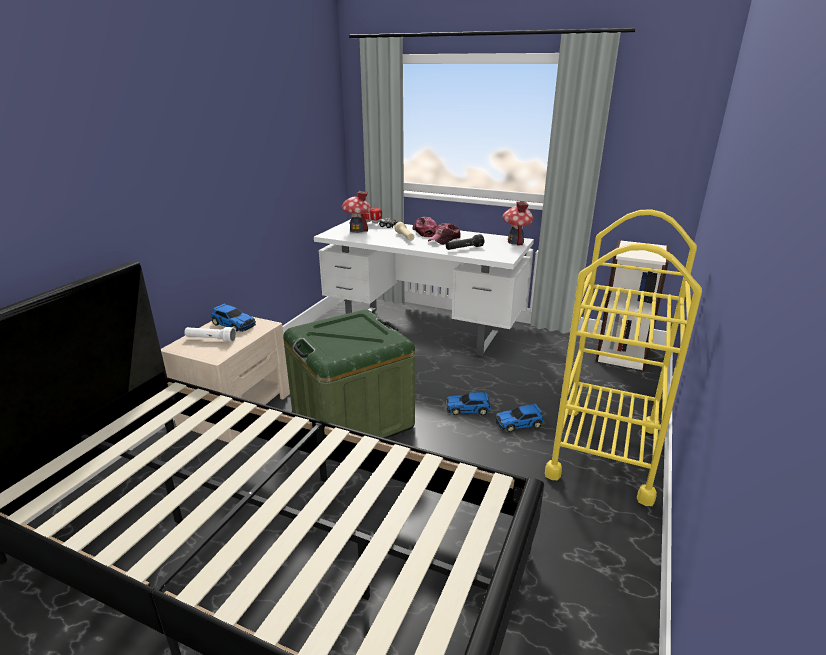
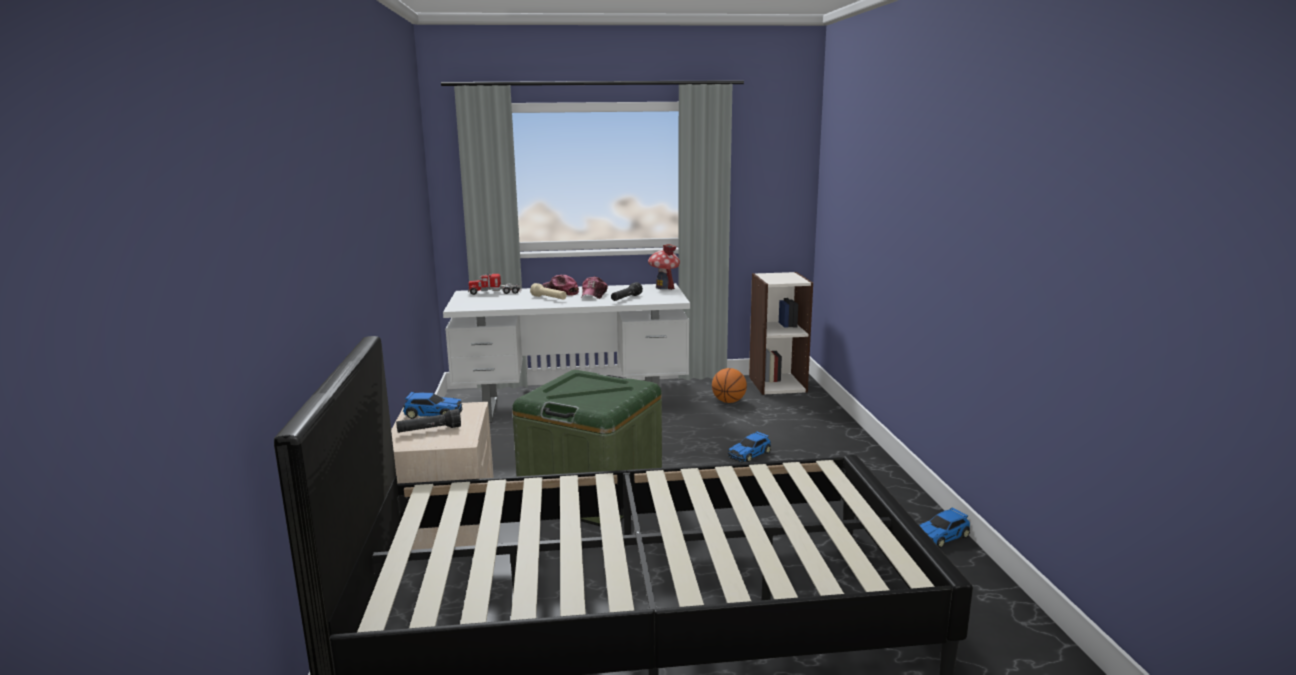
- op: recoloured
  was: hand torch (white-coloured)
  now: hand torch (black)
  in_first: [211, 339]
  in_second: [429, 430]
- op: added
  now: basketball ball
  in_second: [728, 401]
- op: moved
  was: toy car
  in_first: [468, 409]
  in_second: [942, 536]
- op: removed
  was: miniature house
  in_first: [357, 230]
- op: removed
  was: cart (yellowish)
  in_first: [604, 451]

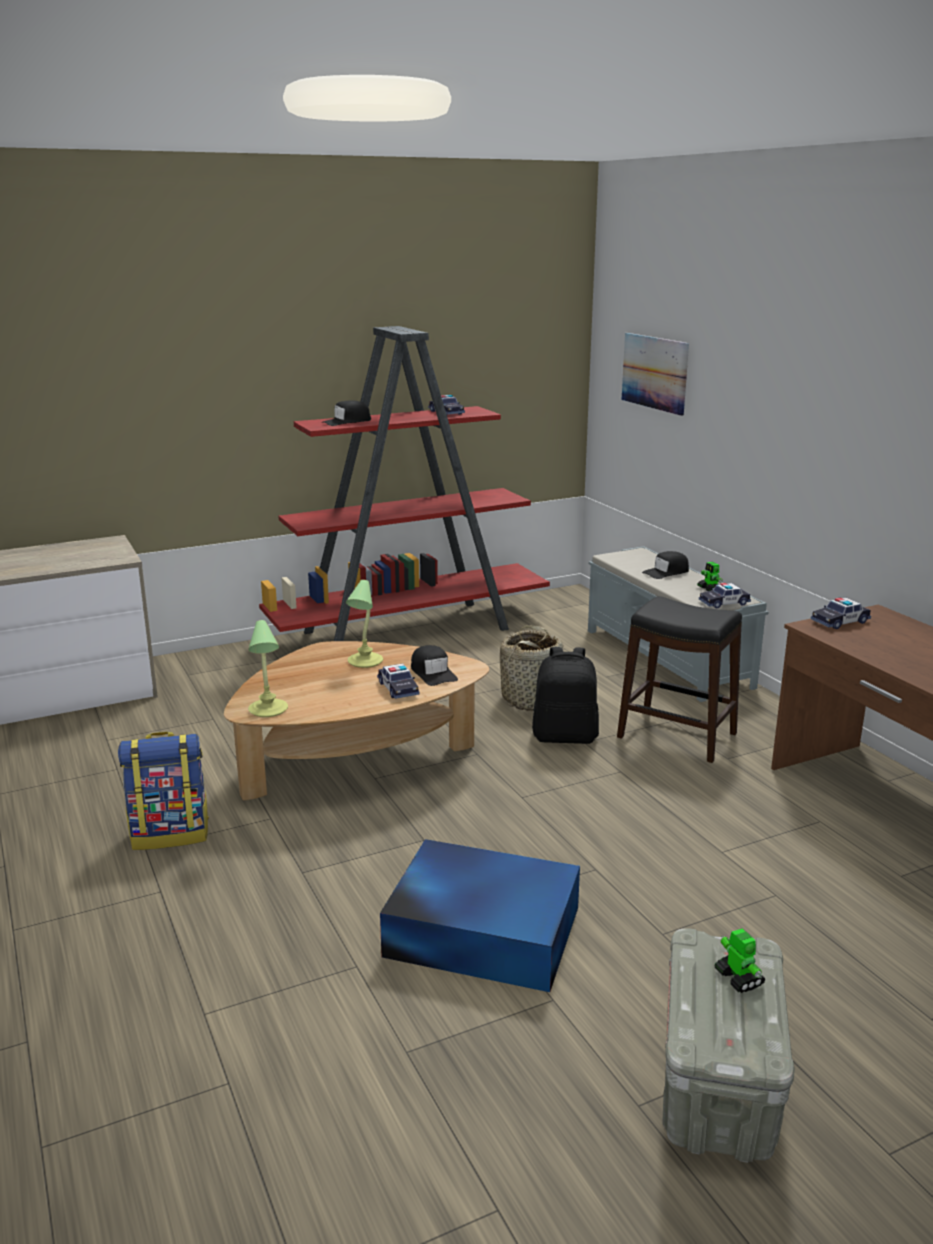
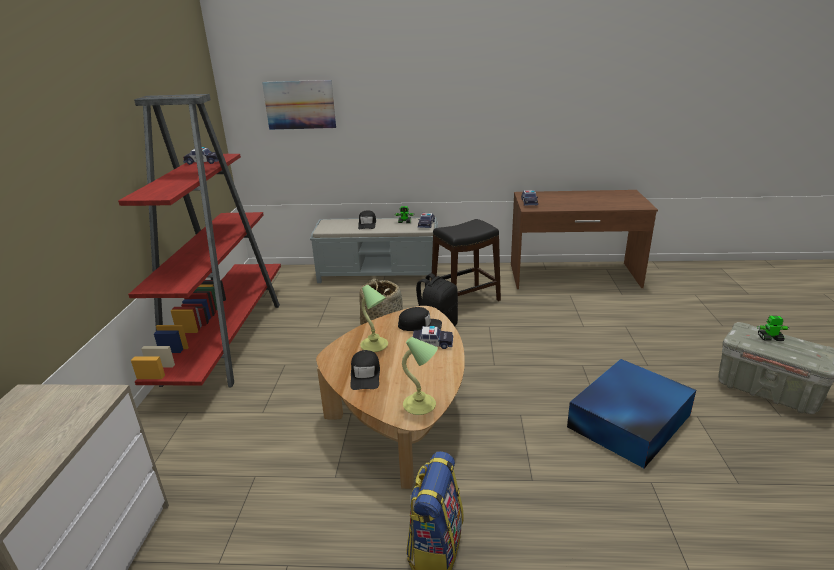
- op: moved
  was: peaked cap (black)
  in_first: [347, 422]
  in_second: [365, 375]

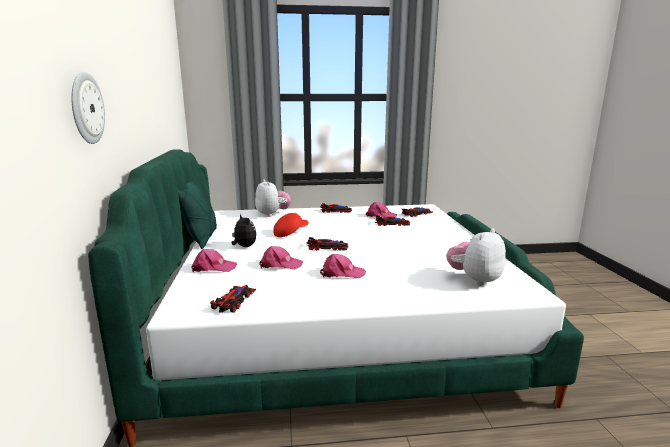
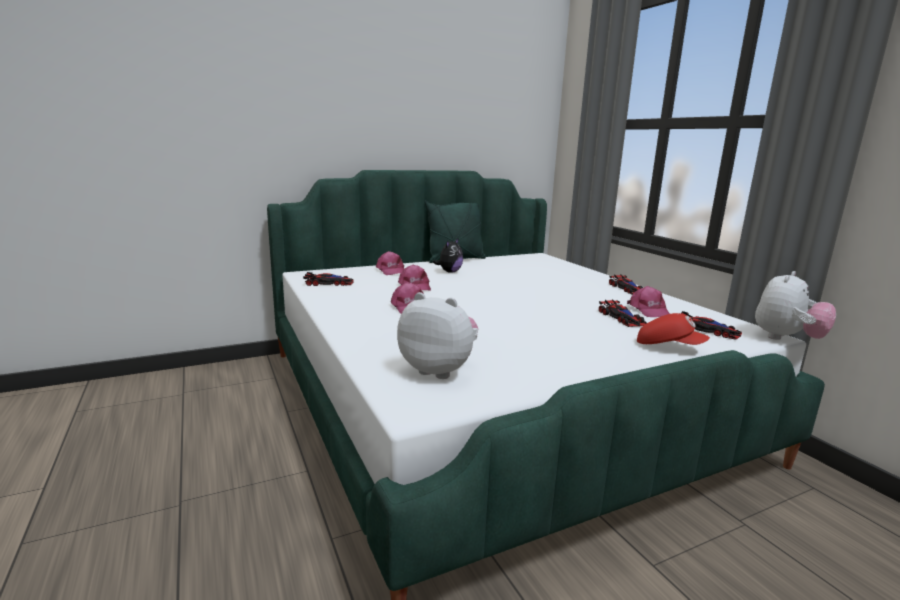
- op: moved
  was: peaked cap (reddish)
  in_first: [290, 233]
  in_second: [668, 346]
- op: moved
  was: plush toy
  in_first: [272, 214]
  in_second: [786, 338]
- op: removed
  was: wall clock
  in_first: [86, 108]
- op: removed
  was: toy car
  in_first: [327, 247]

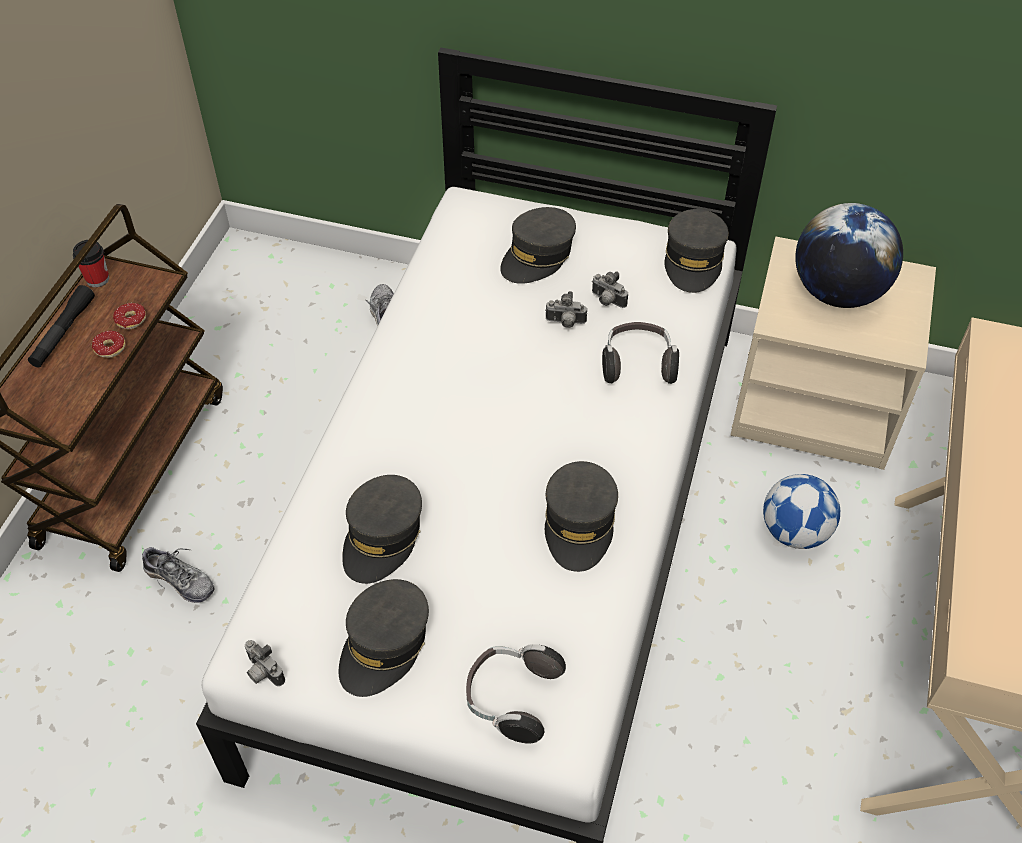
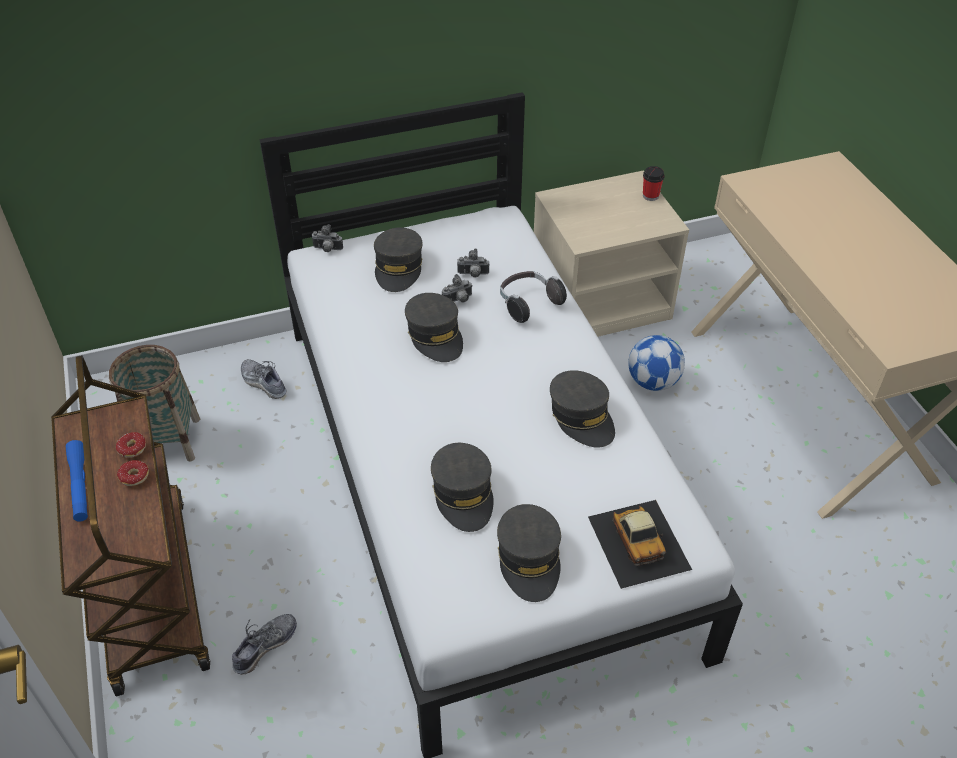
- op: recoloured
  was: hand torch (black)
  now: hand torch (blue)
  in_first: [63, 332]
  in_second: [80, 485]
- op: added
  now: storage basket
  in_second: [167, 440]
- op: turned
  was: shoe
  in_first: [180, 580]
  in_second: [265, 646]
  clockwise: -45
- op: moved
  was: photo camera
  in_first: [262, 672]
  in_second: [327, 249]
- op: moved
  was: peaked cap (grey)
  in_first: [694, 260]
  in_second: [435, 335]
- op: replaced
  was: headset
  now: toy car
  in_first: [511, 698]
  in_second: [639, 542]
- op: moved
  was: drinking cup
  in_first: [97, 279]
  in_second: [650, 196]
- op: removed
  was: world globe
  in_first: [837, 293]

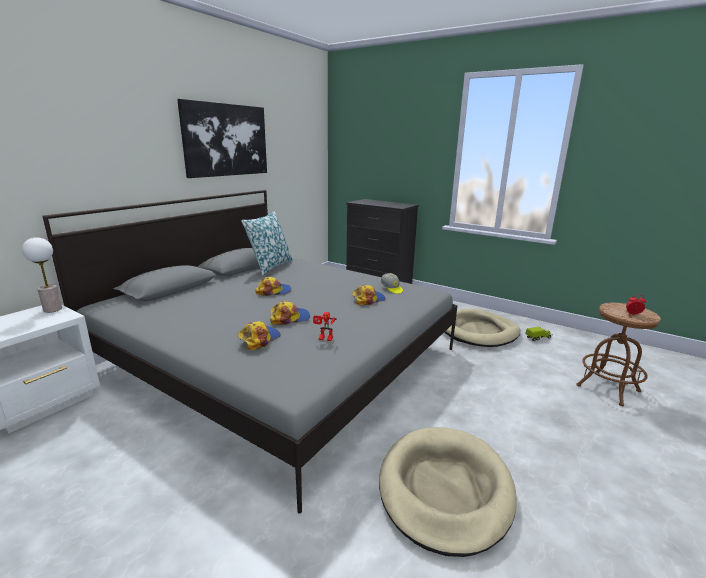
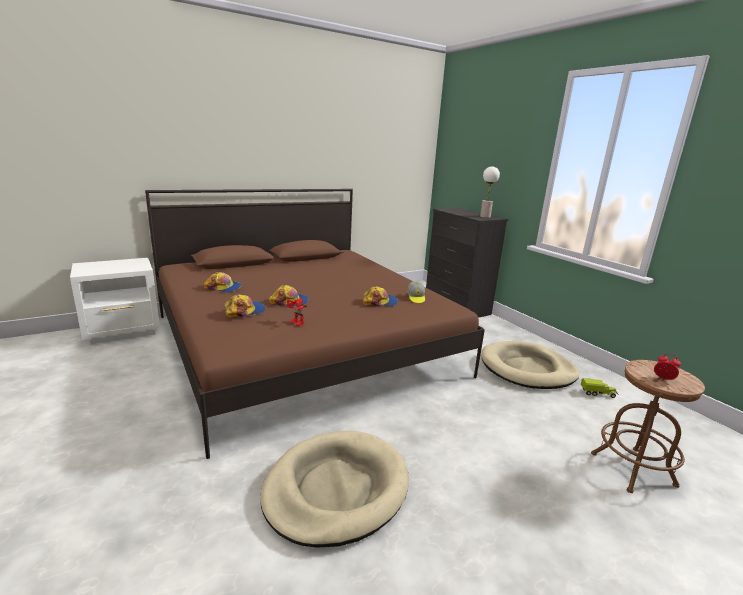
- op: recoloured
  was: bedroom bed (grey)
  now: bedroom bed (brownish)
  in_first: [279, 359]
  in_second: [303, 344]
- op: moved
  was: peaked cap
  in_first: [274, 291]
  in_second: [223, 288]
- op: moved
  was: tabletop lamp
  in_first: [52, 309]
  in_second: [485, 217]
- op: removed
  was: wall art
  in_first: [226, 140]
- op: removed
  was: throw pillow
  in_first: [270, 266]

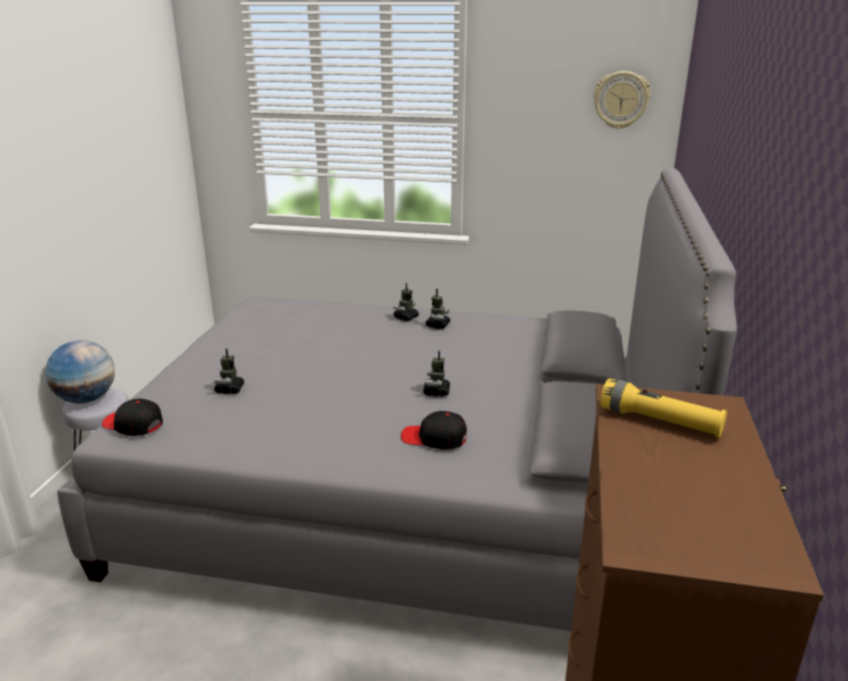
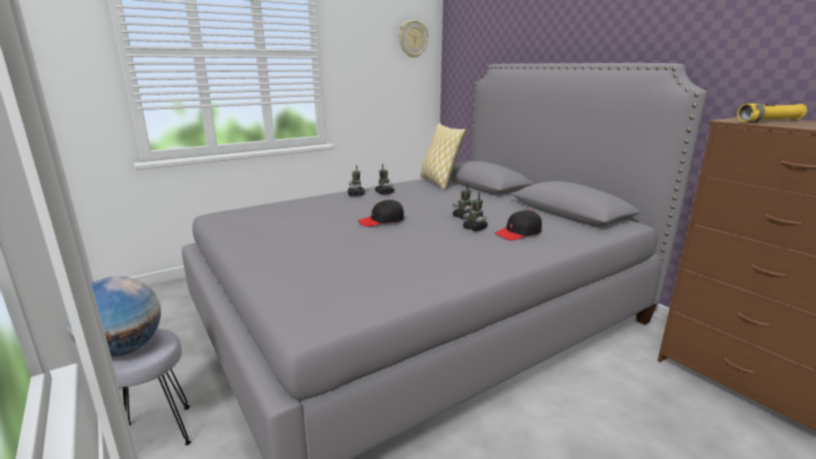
- op: moved
  was: peaked cap (black)
  in_first: [133, 425]
  in_second: [382, 221]
- op: added
  now: throw pillow
  in_second: [439, 182]
- op: moved
  was: toy robot
  in_first: [230, 390]
  in_second: [475, 228]

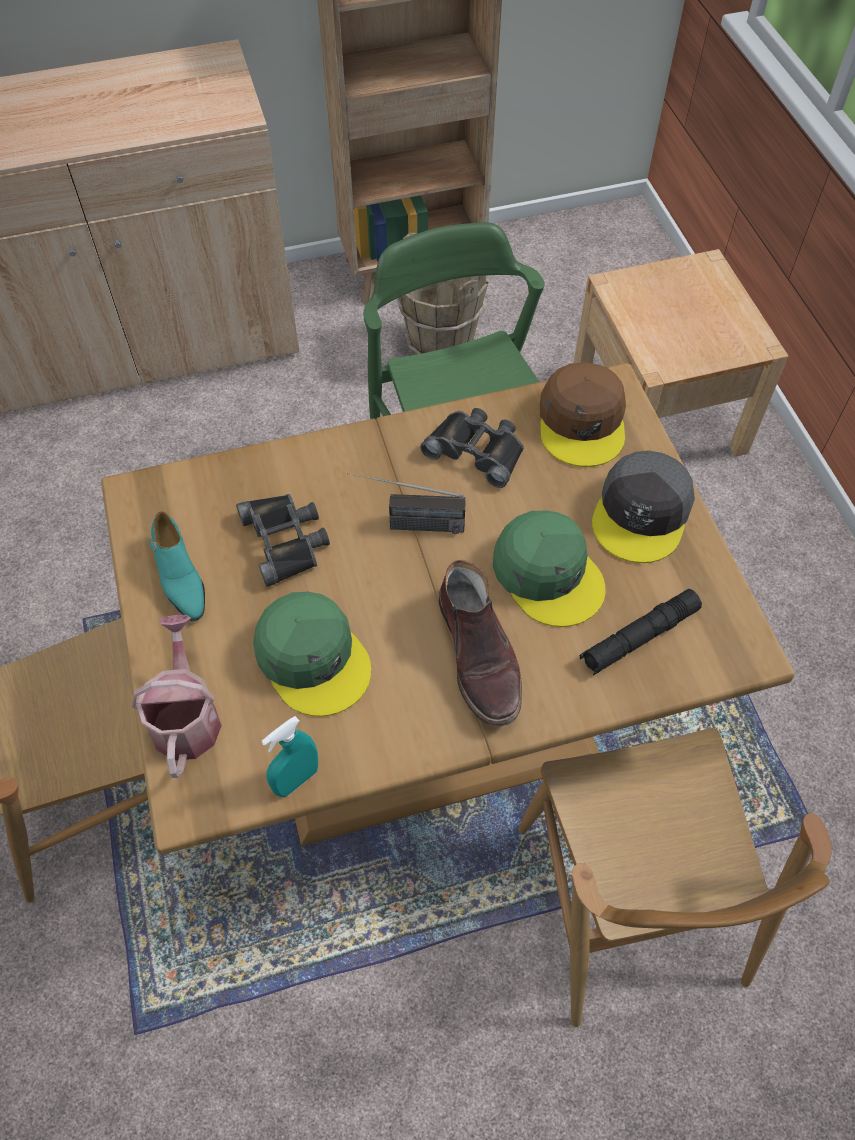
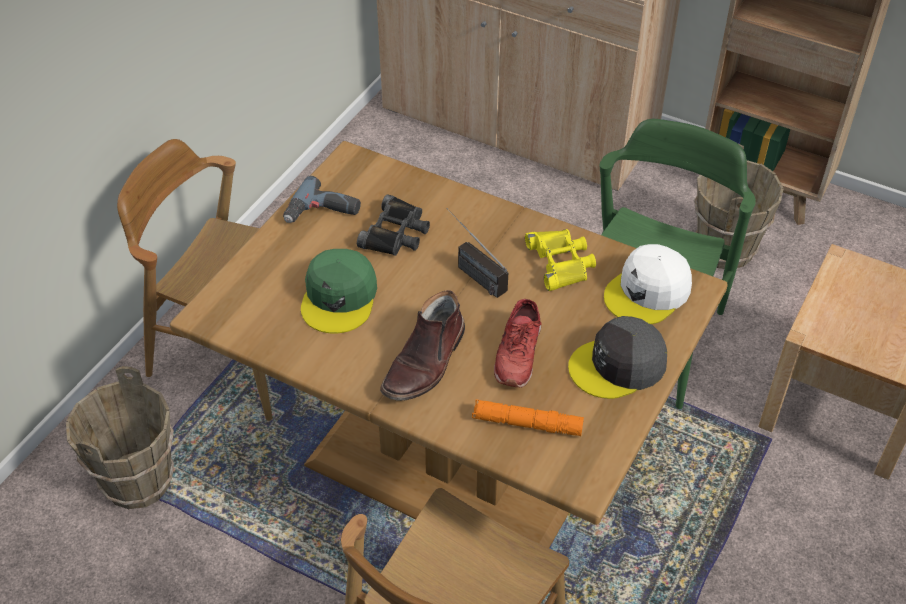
- op: added
  now: bucket (brownish)
  in_second: [139, 481]
- op: replaced
  was: shoe (blue-green)
  now: electric drill
  in_first: [180, 578]
  in_second: [322, 213]
- op: recoloured
  was: hand torch (black)
  now: hand torch (orangey)
  in_first: [639, 637]
  in_second: [527, 424]
- op: replaced
  was: peaked cap (green)
  now: shoe (reddish)
  in_first: [548, 574]
  in_second: [517, 353]
- op: recoloured
  was: field glasses (black)
  now: field glasses (yellowish)
  in_first: [477, 450]
  in_second: [561, 262]
- op: recoloured
  was: peaked cap (brownish)
  now: peaked cap (white-coloured)
  in_first: [582, 422]
  in_second: [648, 292]
- op: removed
  was: watering can
  in_first: [186, 717]
- op: removed
  was: spray bottle (blue-green)
  in_first: [296, 780]

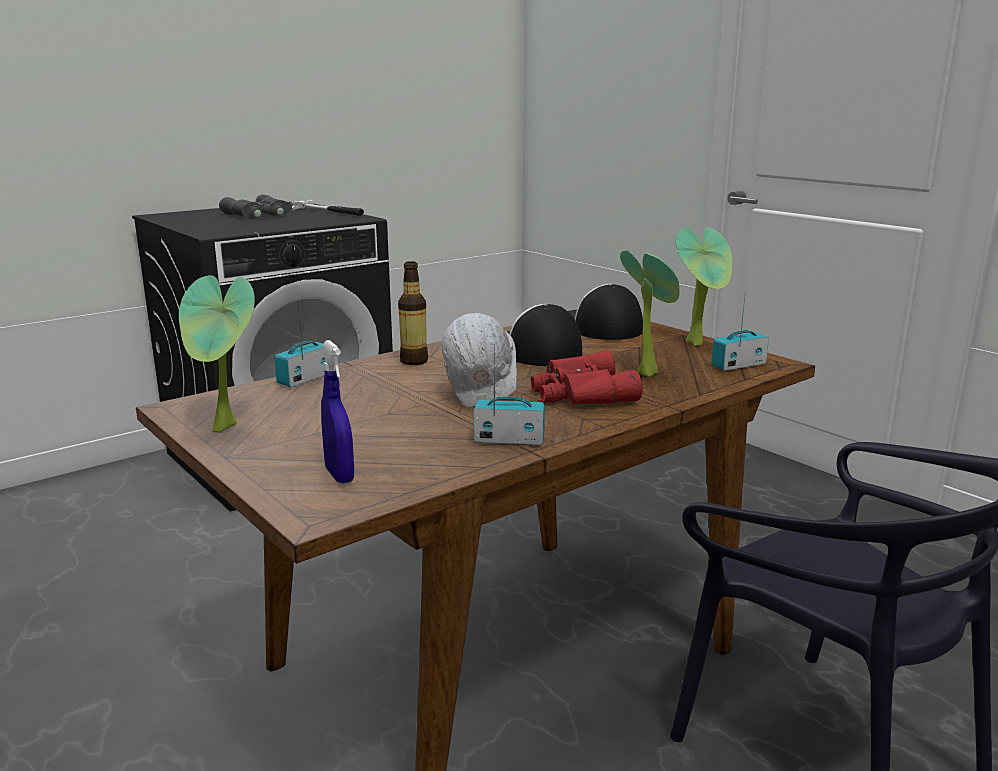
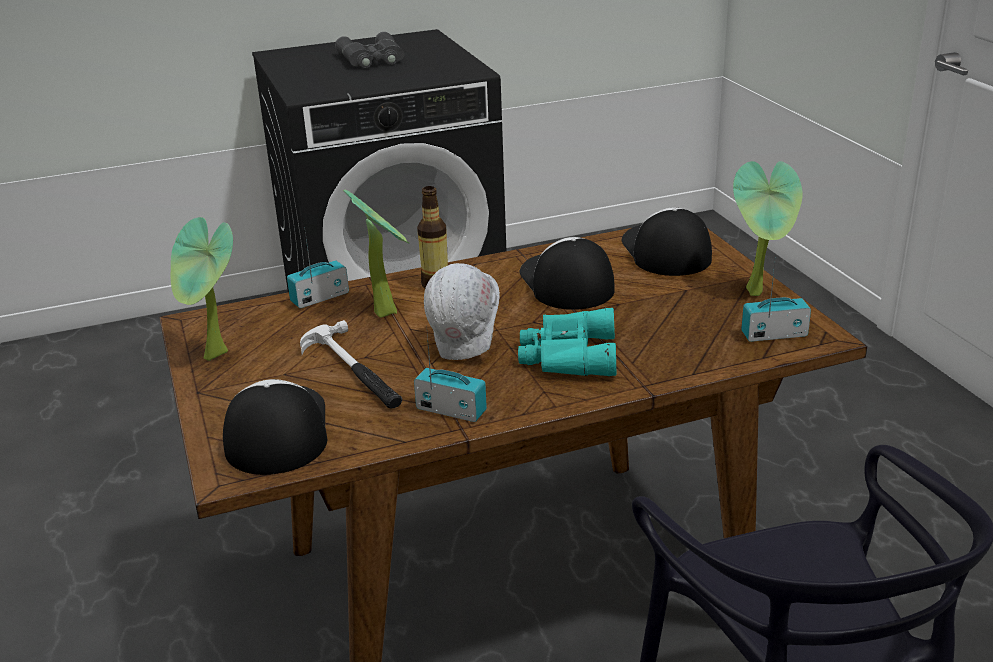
- op: replaced
  was: spray bottle (blue)
  now: peaked cap
  in_first: [339, 475]
  in_second: [275, 431]
- op: moved
  was: hammer
  in_first: [327, 212]
  in_second: [354, 371]
- op: moved
  was: potted plant
  in_first: [647, 372]
  in_second: [387, 311]
- op: recoloured
  was: field glasses (reddish)
  now: field glasses (blue-green)
  in_first: [580, 393]
  in_second: [567, 355]

